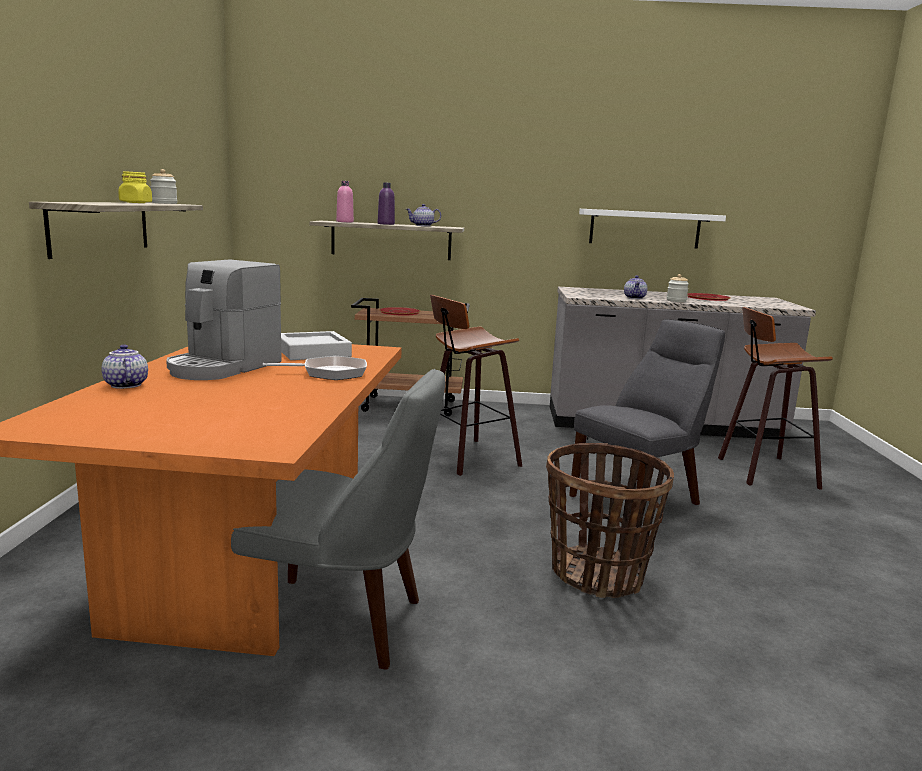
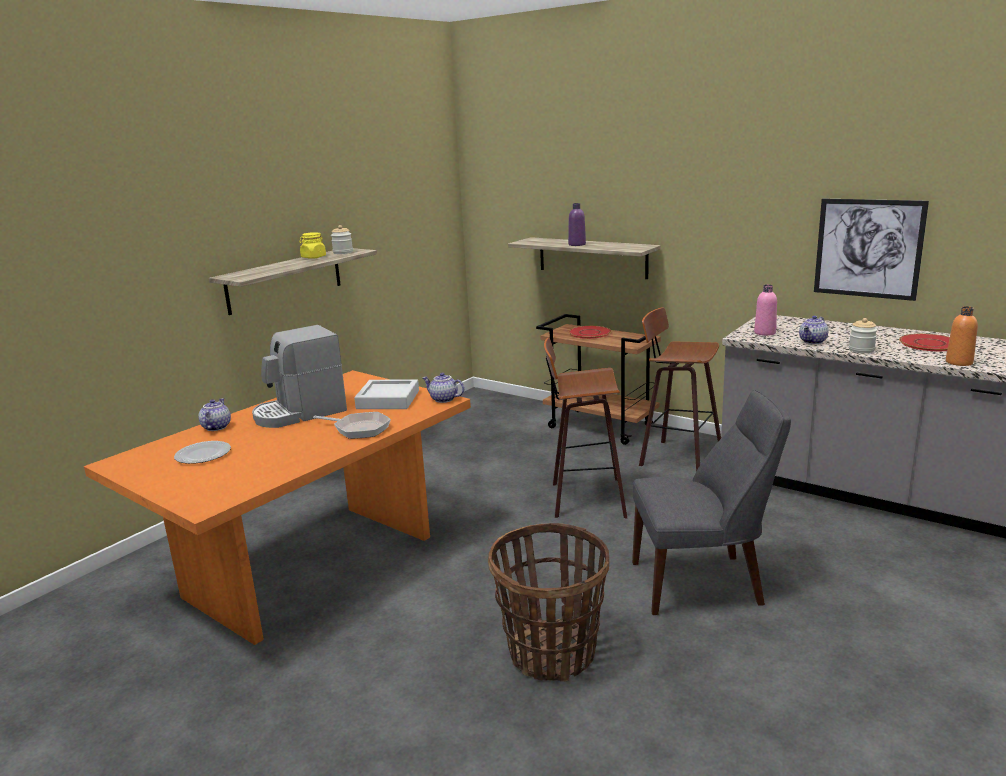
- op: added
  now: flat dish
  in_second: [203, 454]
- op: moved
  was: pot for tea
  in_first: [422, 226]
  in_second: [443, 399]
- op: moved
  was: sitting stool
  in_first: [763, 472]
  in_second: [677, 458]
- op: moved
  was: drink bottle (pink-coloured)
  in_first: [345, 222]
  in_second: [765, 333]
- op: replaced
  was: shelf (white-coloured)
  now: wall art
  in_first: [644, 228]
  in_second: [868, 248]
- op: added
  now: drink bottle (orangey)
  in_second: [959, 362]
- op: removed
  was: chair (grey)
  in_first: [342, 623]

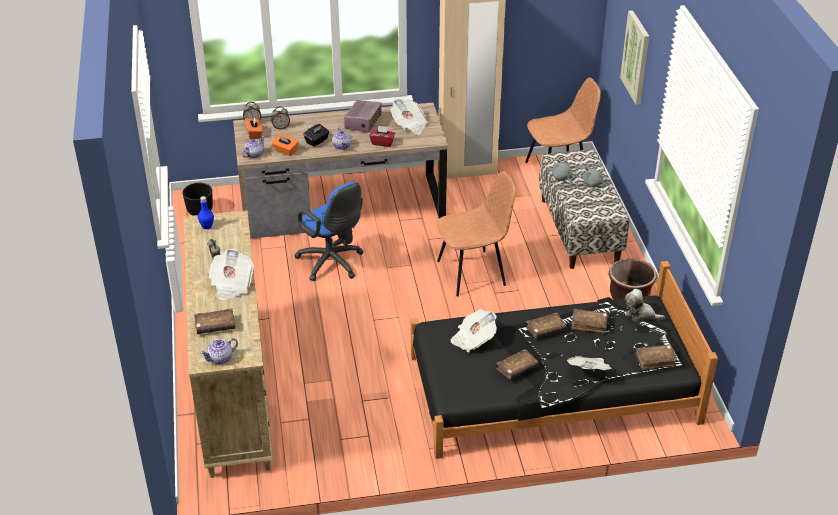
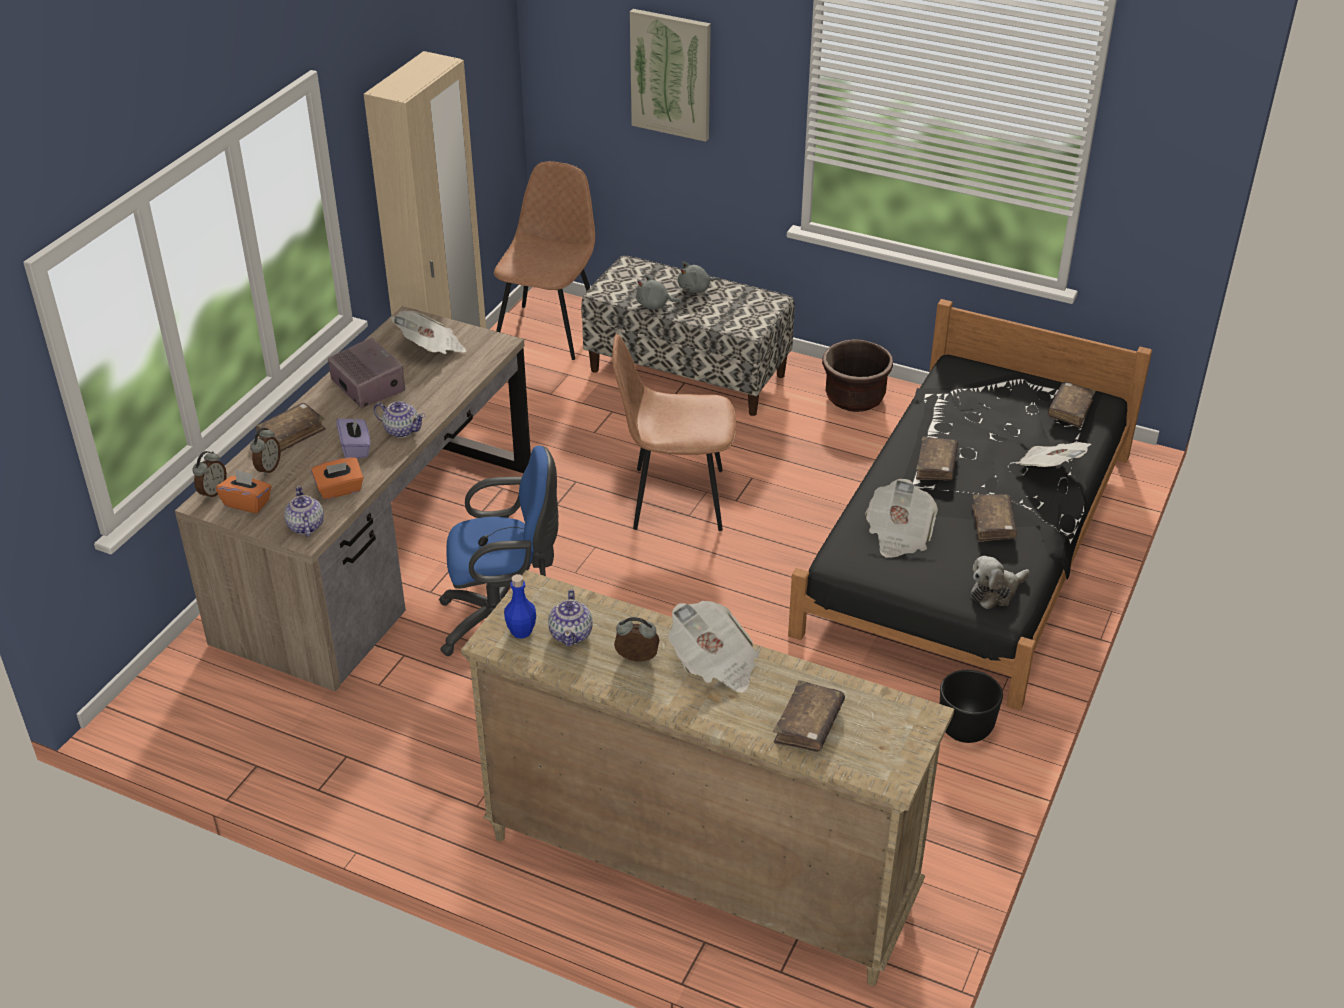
- op: moved
  was: volume (brownish)
  in_first: [589, 324]
  in_second: [291, 433]
- op: recoloured
  was: tissue box (black)
  now: tissue box (purplish)
  in_first: [317, 141]
  in_second: [356, 448]
- op: moved
  was: pot for tea
  in_first: [221, 358]
  in_second: [571, 634]
- op: turned
  was: chair (brownish)
  in_first: [473, 273]
  in_second: [675, 499]
  clockwise: -105
- op: moved
  was: planter (black)
  in_first: [199, 212]
  in_second: [964, 729]
- op: moved
  was: plush toy
  in_first: [640, 314]
  in_second: [995, 592]
- op: removed
  was: tissue box (reddish)
  in_first: [382, 142]

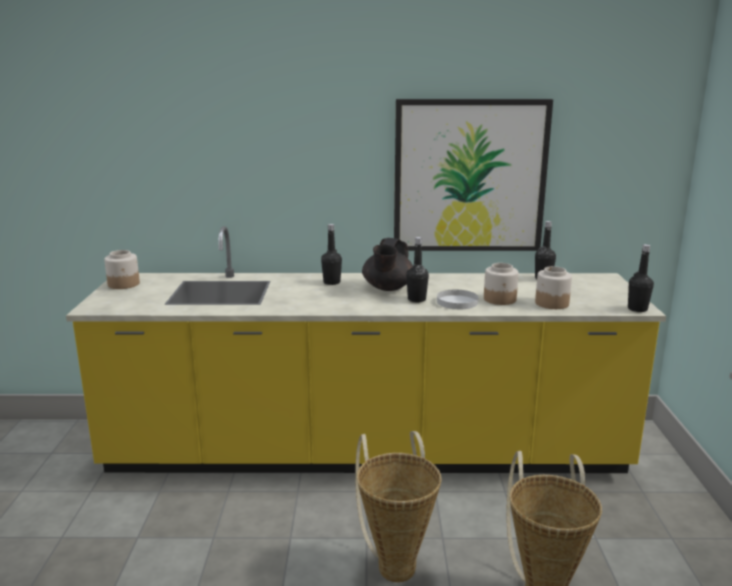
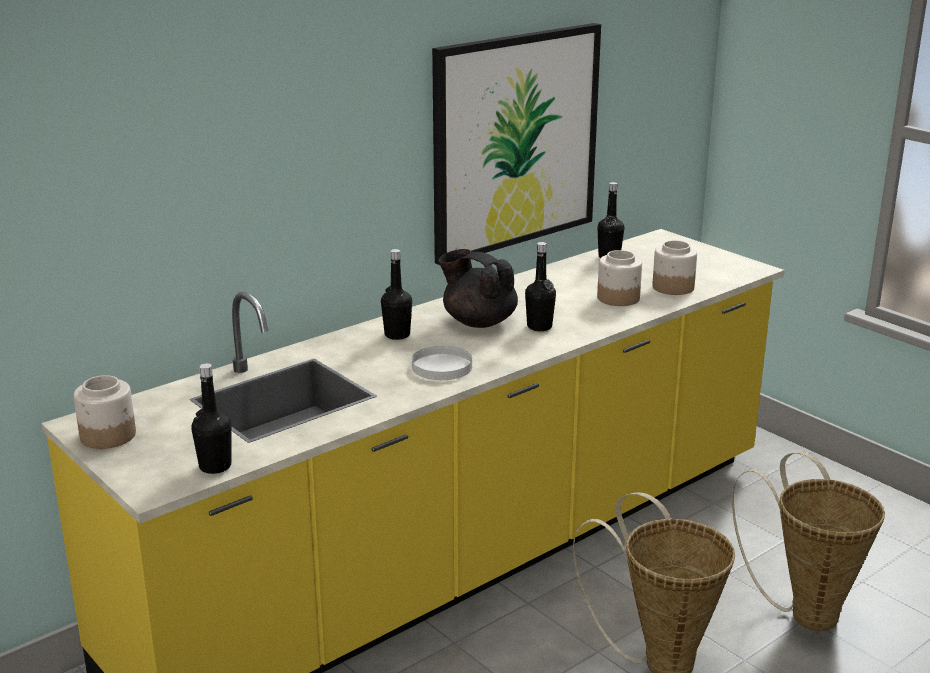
- op: moved
  was: drink bottle (black)
  in_first: [637, 309]
  in_second: [215, 466]
- op: moved
  was: flat dish (white-coloured)
  in_first: [457, 302]
  in_second: [441, 367]
- op: turned
  was: pot for tea (black)
  in_first: [387, 288]
  in_second: [478, 322]
  clockwise: 150

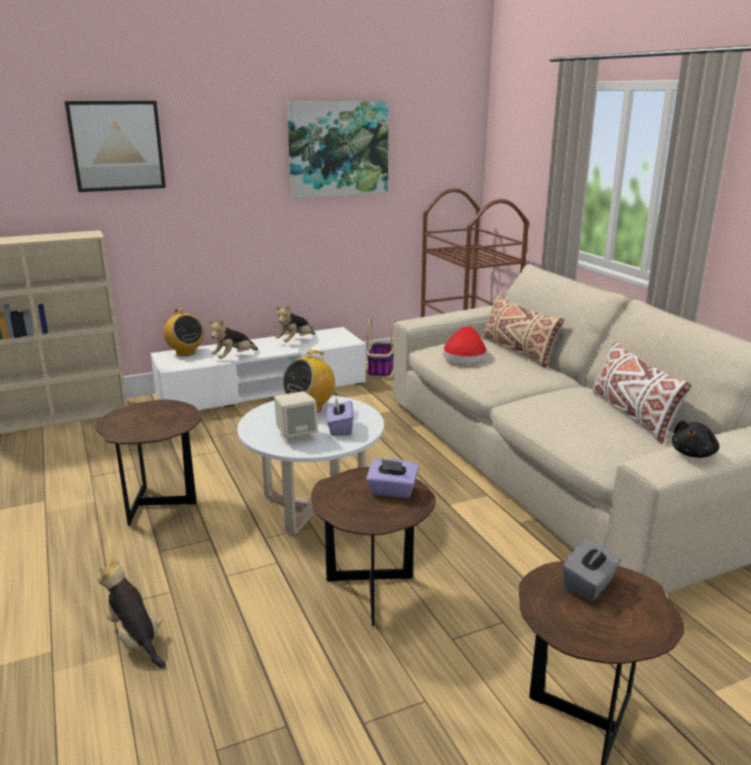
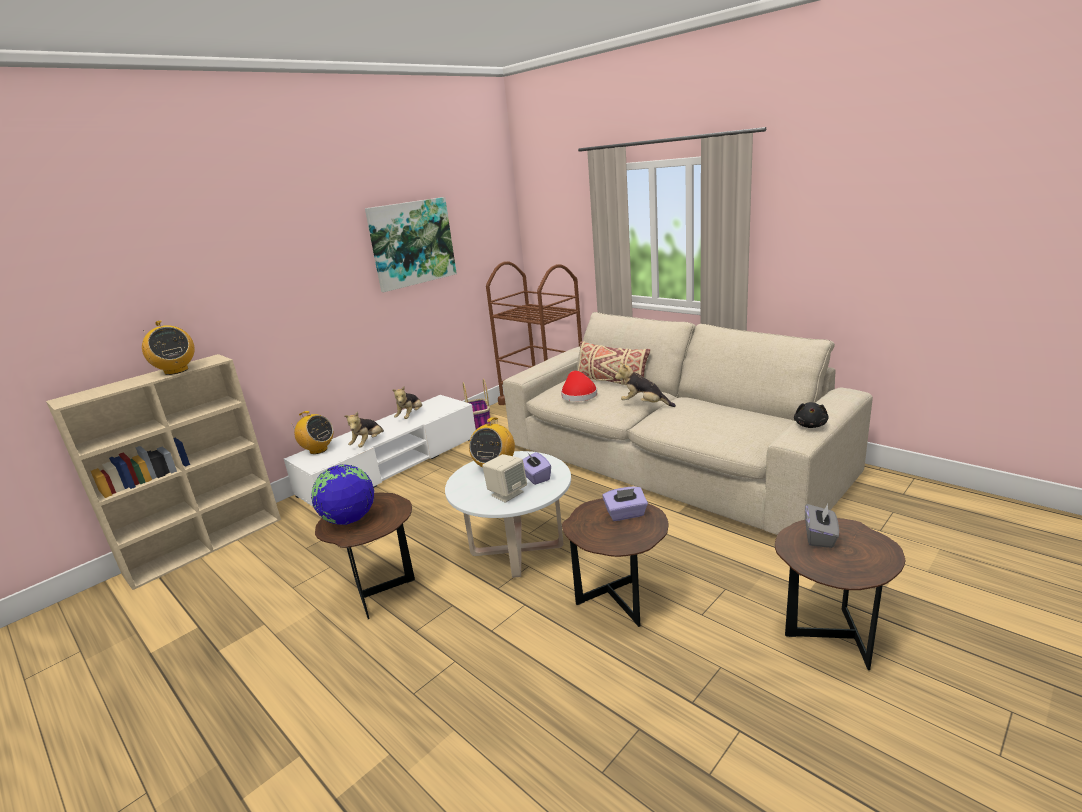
- op: added
  now: radio set
  in_second: [176, 371]
- op: added
  now: world globe
  in_second: [349, 520]
- op: moved
  was: plush toy
  in_first: [136, 639]
  in_second: [644, 404]
- op: removed
  was: wall art
  in_first: [117, 146]
- op: removed
  was: throw pillow (white-coloured)
  in_first: [632, 415]

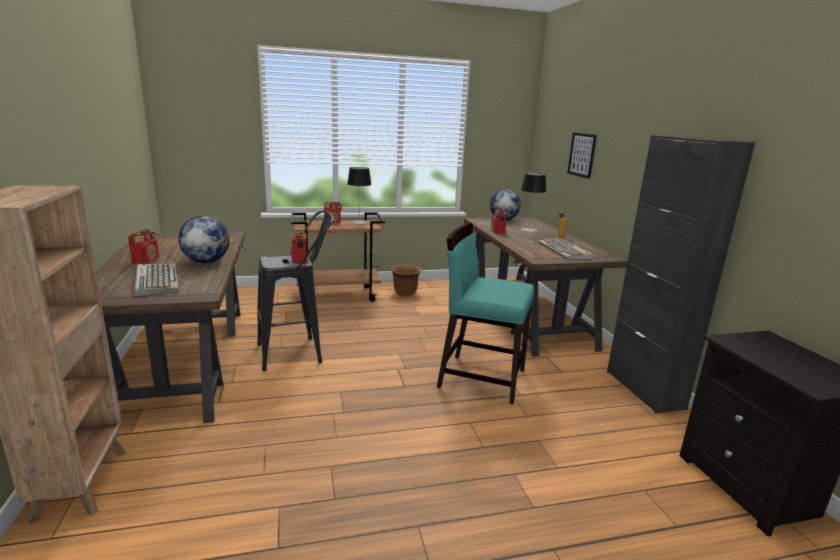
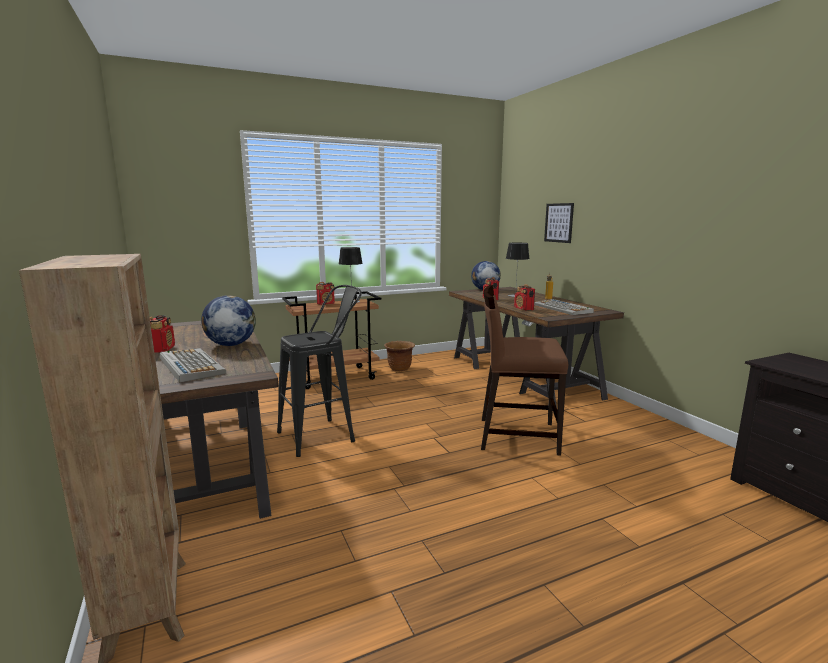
- op: recoloured
  was: chair (blue-green)
  now: chair (brownish)
  in_first: [481, 377]
  in_second: [516, 435]
- op: moved
  was: radio set
  in_first: [299, 261]
  in_second: [524, 309]
- op: removed
  was: storage cabinet (black)
  in_first: [644, 389]

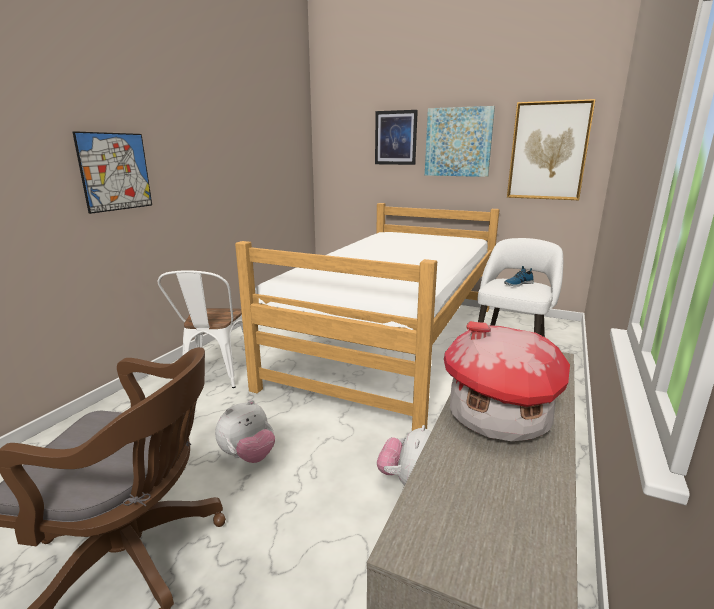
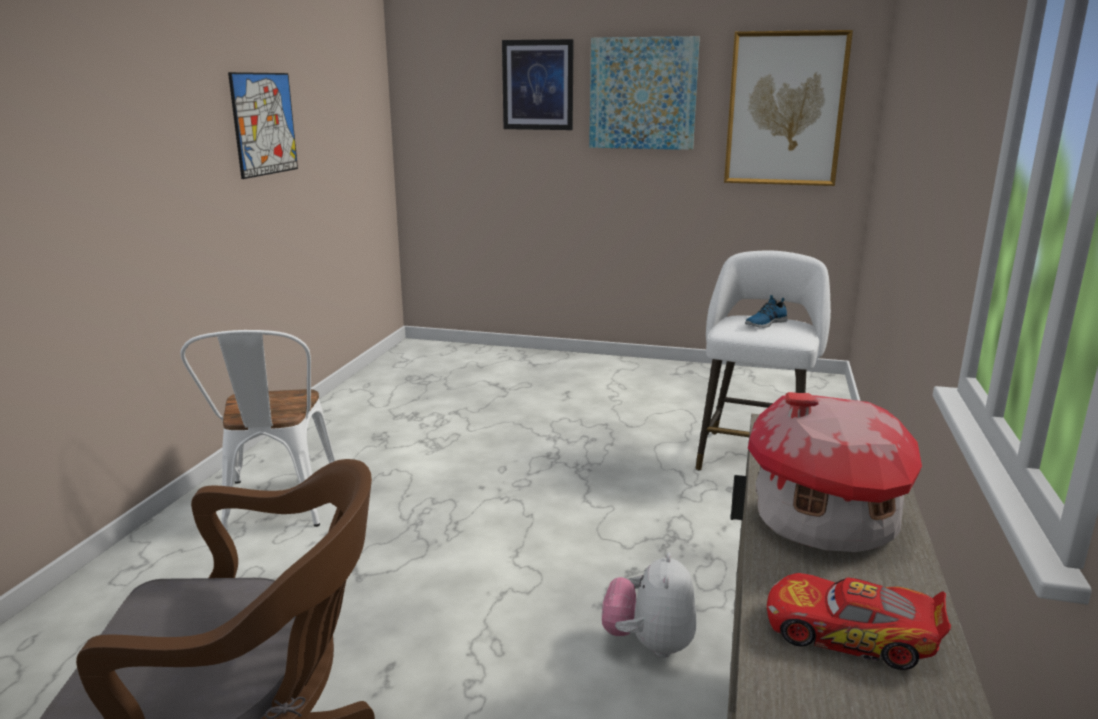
- op: moved
  was: wall art
  in_first: [115, 172]
  in_second: [264, 124]
- op: added
  now: toy car
  in_second: [851, 635]
- op: removed
  was: plush toy
  in_first: [248, 456]
- op: removed
  was: bedroom bed
  in_first: [394, 342]

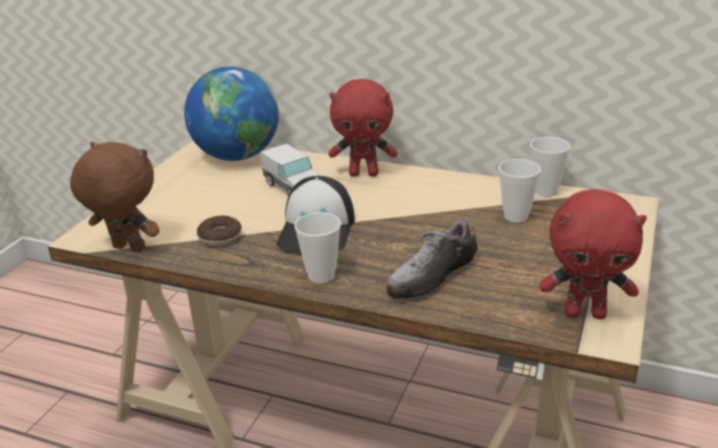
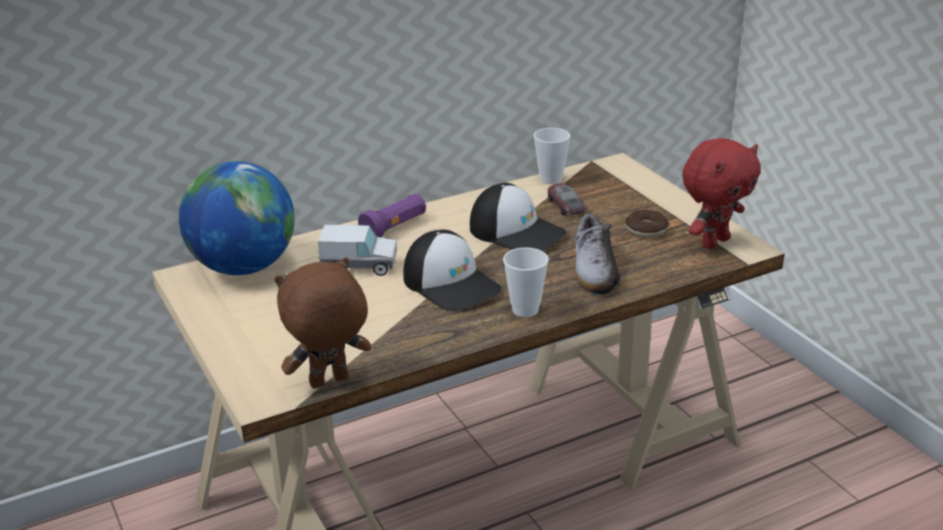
- op: replaced
  was: plush toy (reddish)
  now: hand torch (purplish)
  in_first: [364, 174]
  in_second: [394, 228]
- op: added
  now: peaked cap
  in_second: [517, 232]
- op: replaced
  was: drinking cup
  now: toy car
  in_first: [516, 216]
  in_second: [566, 205]
- op: moved
  was: ring doughnut
  in_first: [220, 237]
  in_second: [646, 230]

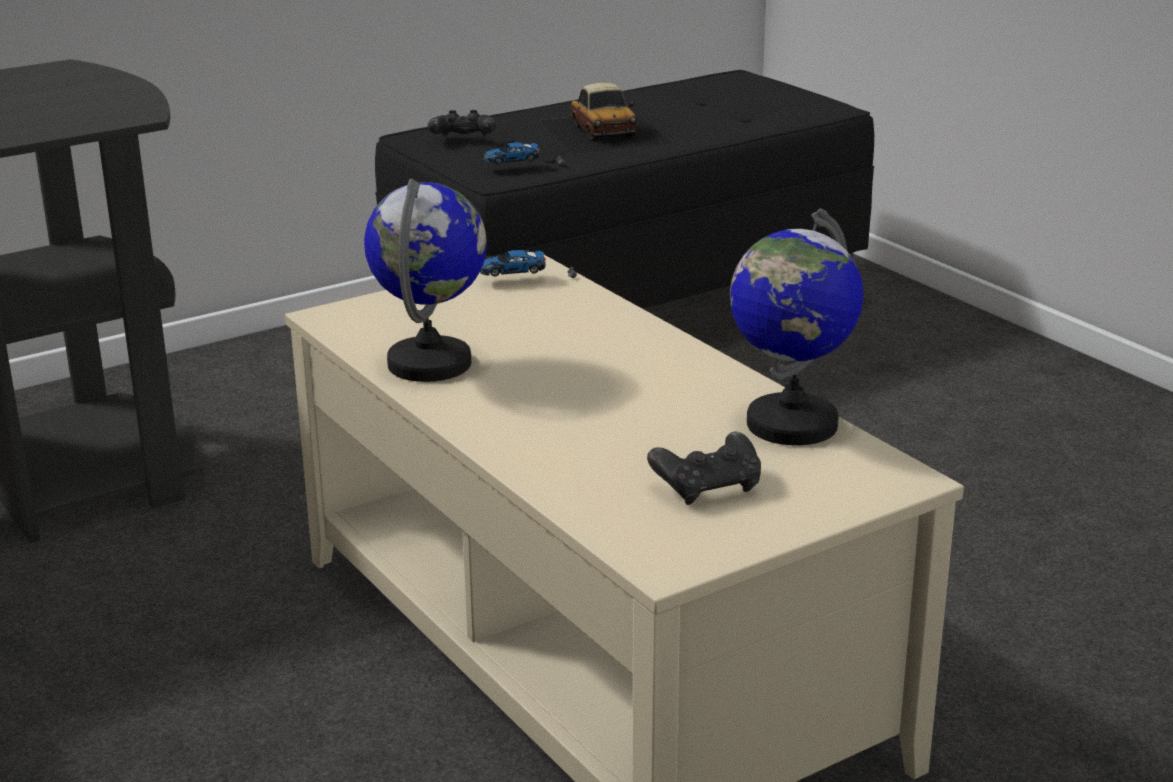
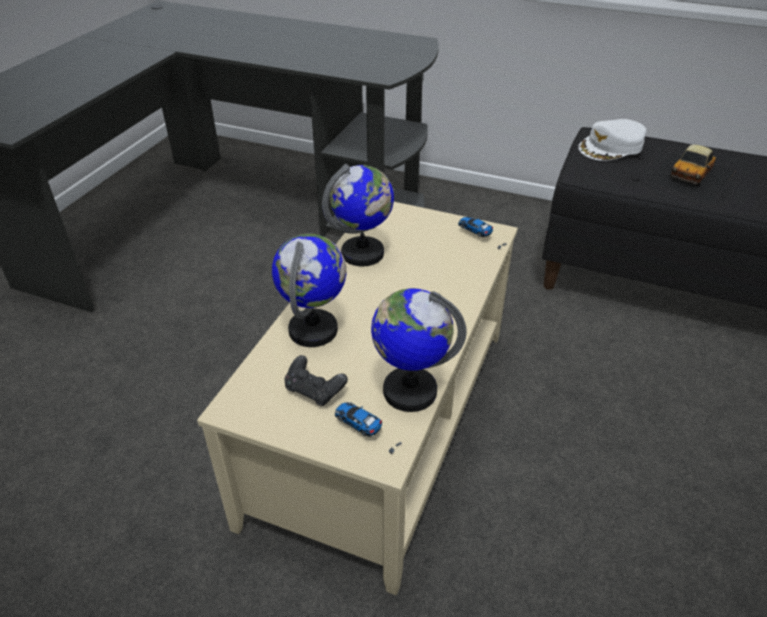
- op: added
  now: world globe
  in_second: [314, 330]
- op: moved
  was: toy car
  in_first: [524, 167]
  in_second: [367, 432]
- op: replaced
  was: gamepad (black)
  now: peaked cap (white-coloured)
  in_first: [463, 141]
  in_second: [611, 147]

